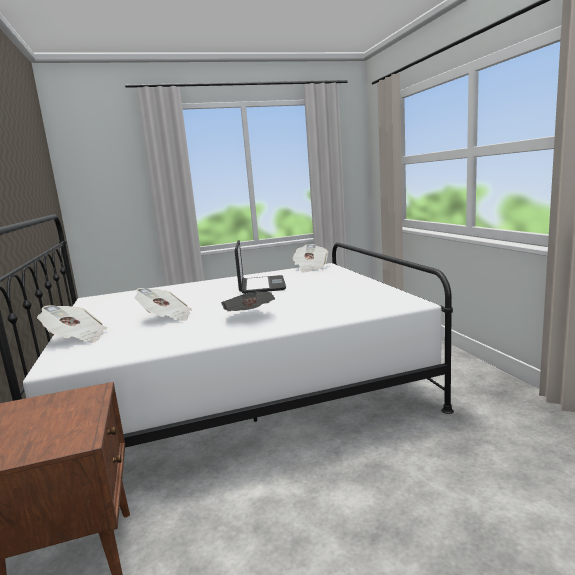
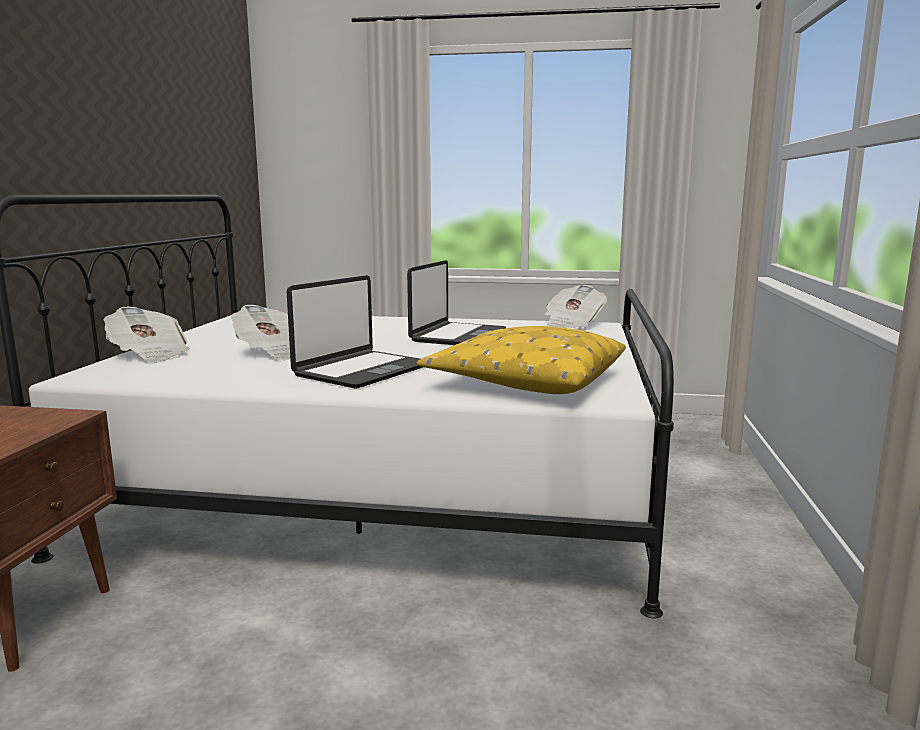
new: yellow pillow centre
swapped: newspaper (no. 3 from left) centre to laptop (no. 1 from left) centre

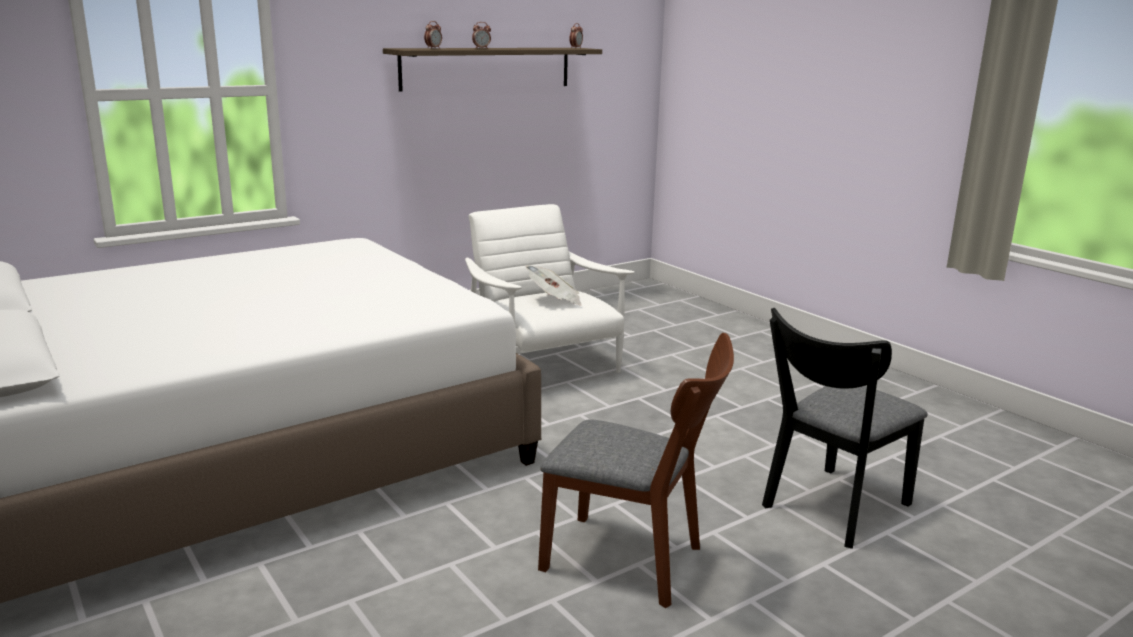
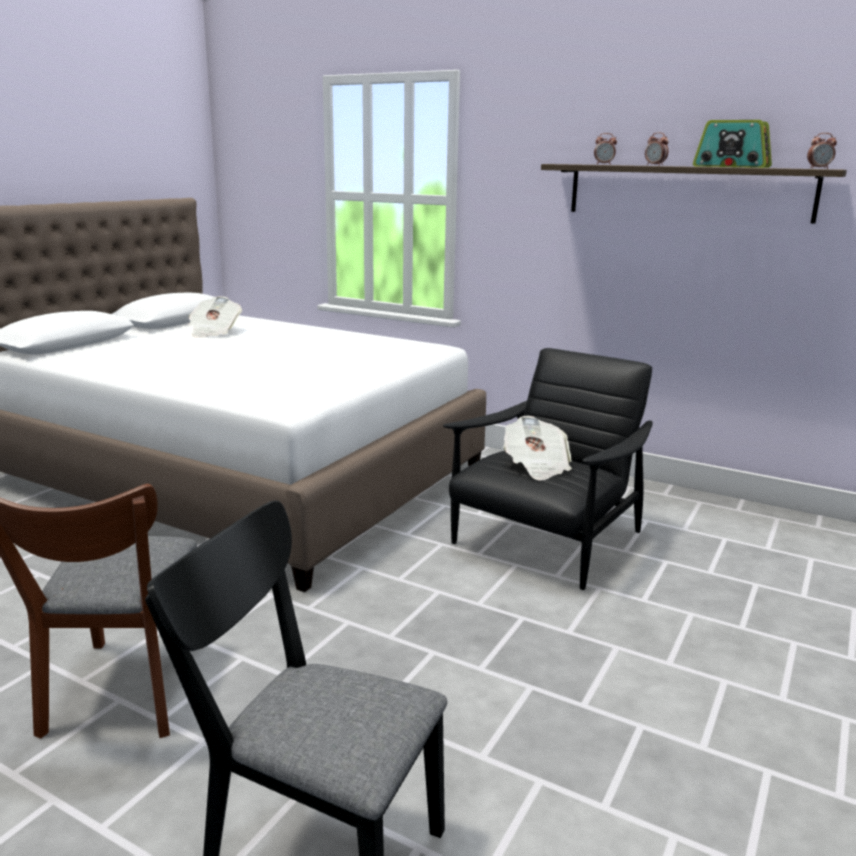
new: newspaper (no. 1 from left) middle left; radio top right
repainted: white armchair centre to black armchair centre

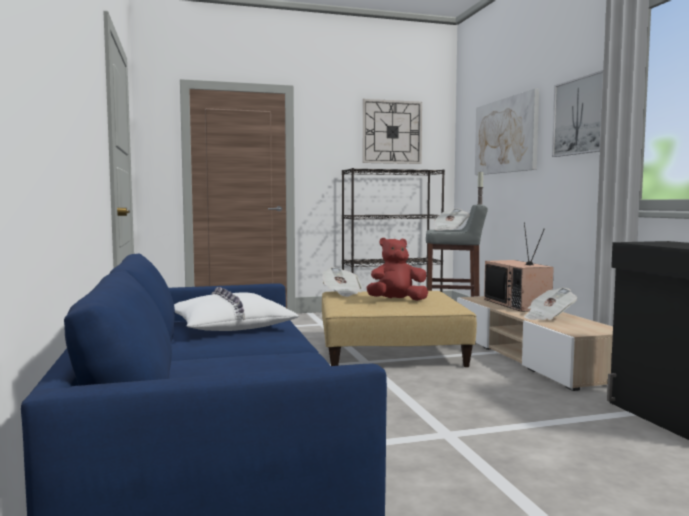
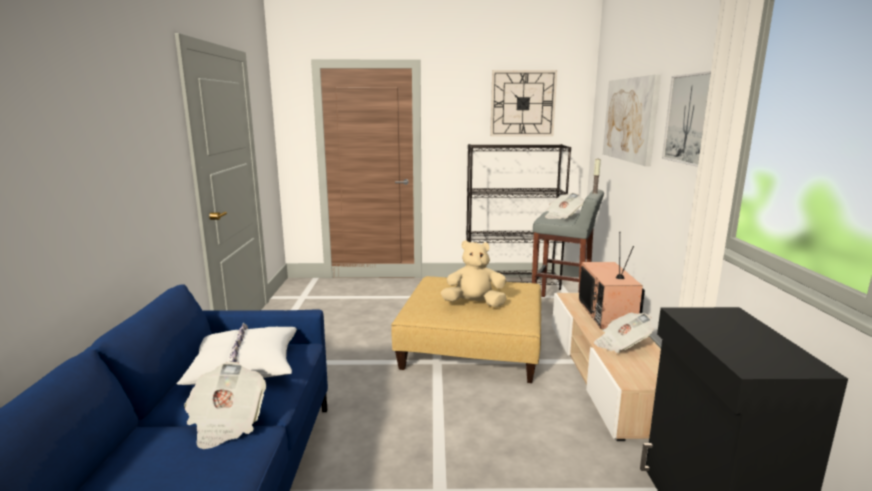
shifted: newspaper (no. 1 from left) centre to bottom left
repainted: red plush toy centre to beige plush toy centre

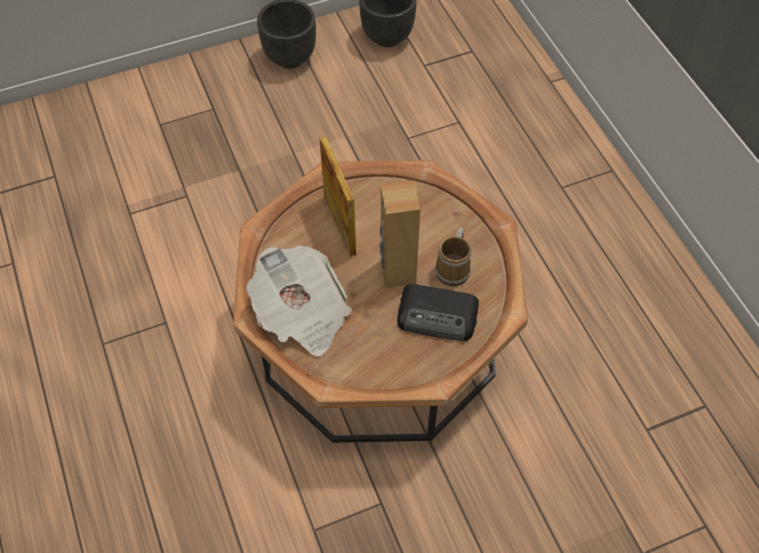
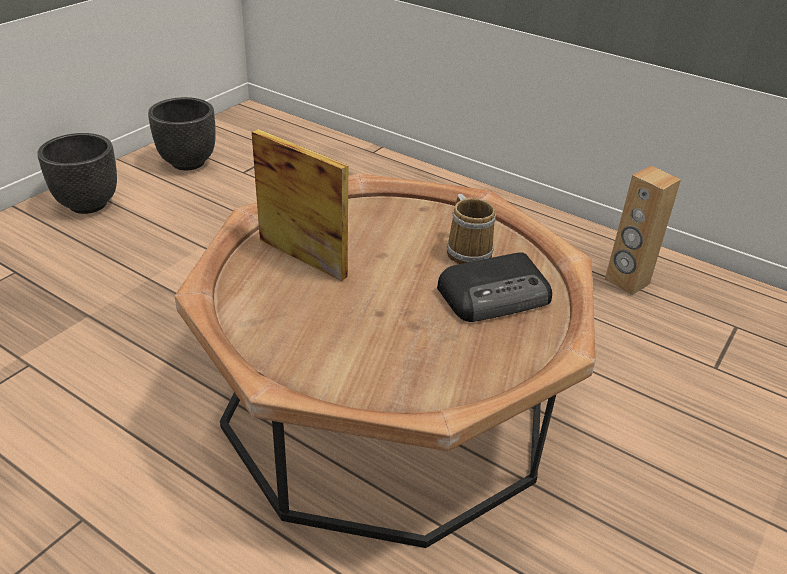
gone: newspaper centre
shifted: brown speaker centre to middle right

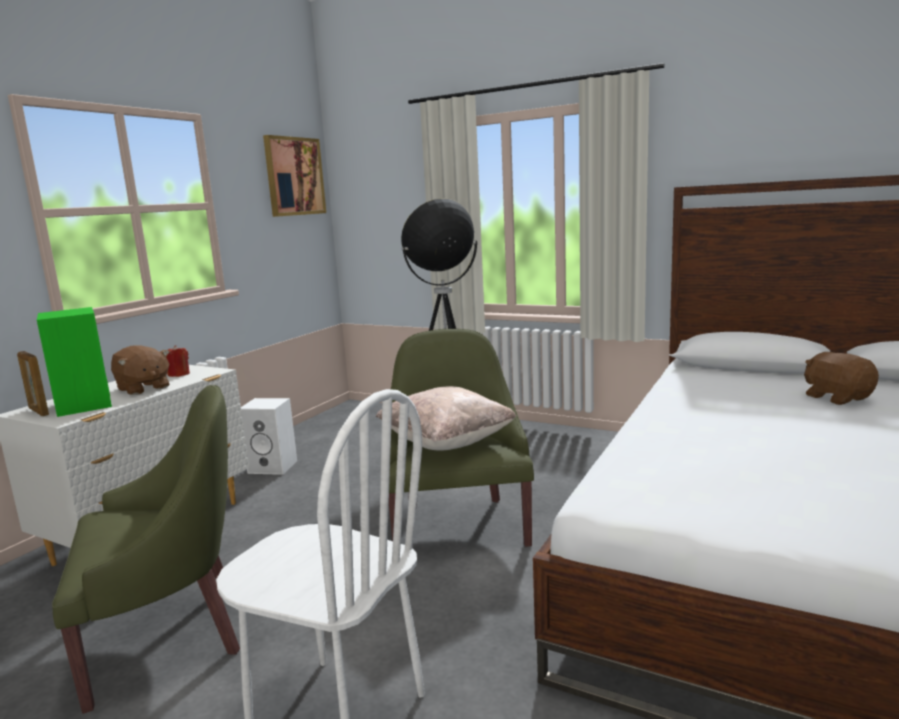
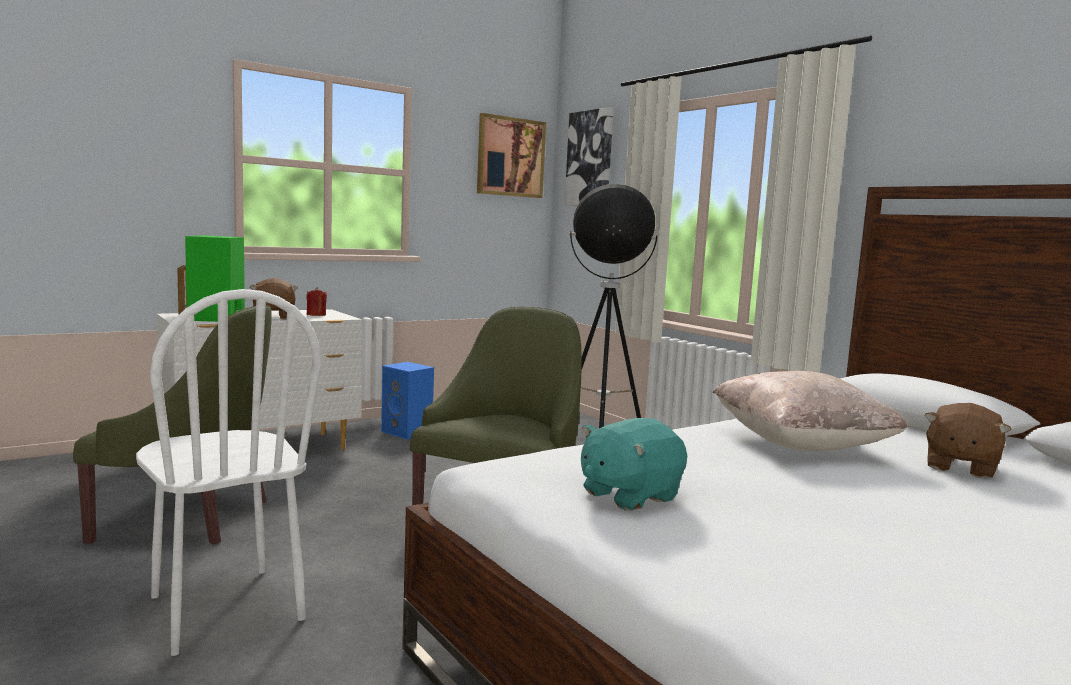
new: picture (no. 2 from left) top centre; turquoise plush toy bottom centre
shifted: beige pillow centre to middle right
repainted: white speaker middle left to blue speaker centre
rotated: brown plush toy (no. 2 from left) middle right = middle right 150 degrees counterclockwise

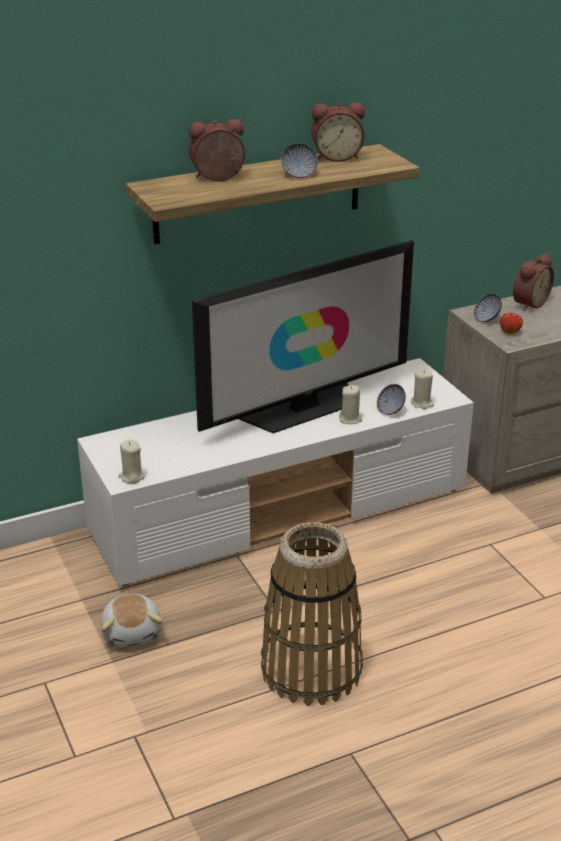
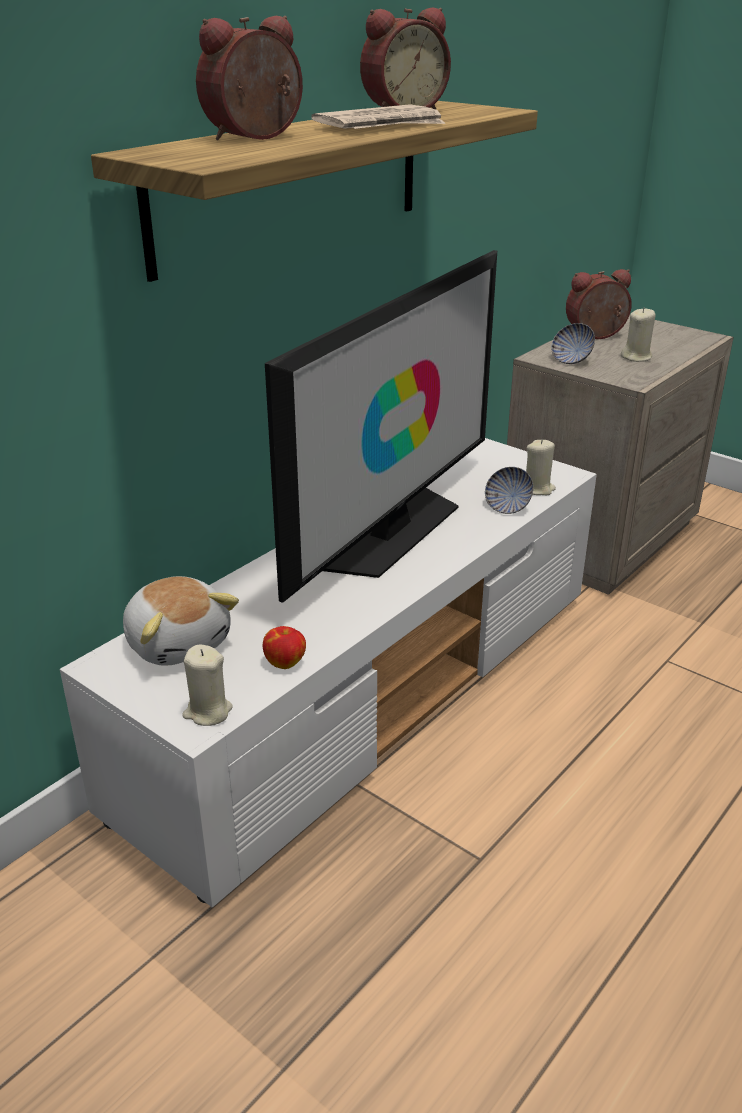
gone: basket bottom centre
shifted: plush toy bottom left to middle left; beige candle (no. 2 from left in the first image) centre to beige candle (no. 3 from left) top right; apple middle right to centre
swapped: bowl (no. 1 from left) top centre to newspaper top centre
rotated: alarm clock (no. 3 from left) middle right = top right 120 degrees counterclockwise

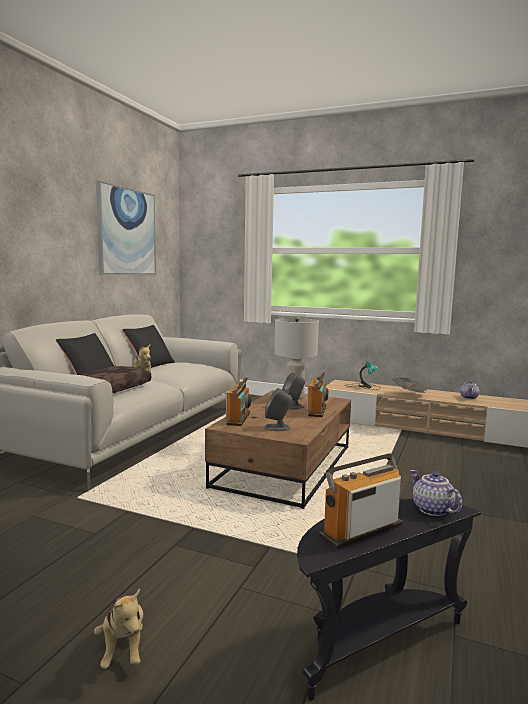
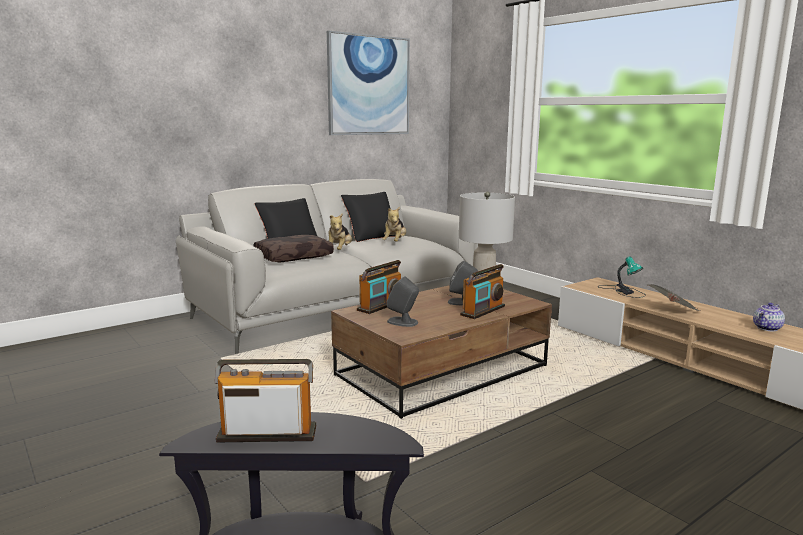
gone: teapot (no. 1 from left) bottom right
shifted: plush toy (no. 1 from left in the first image) bottom left to plush toy (no. 2 from left) centre

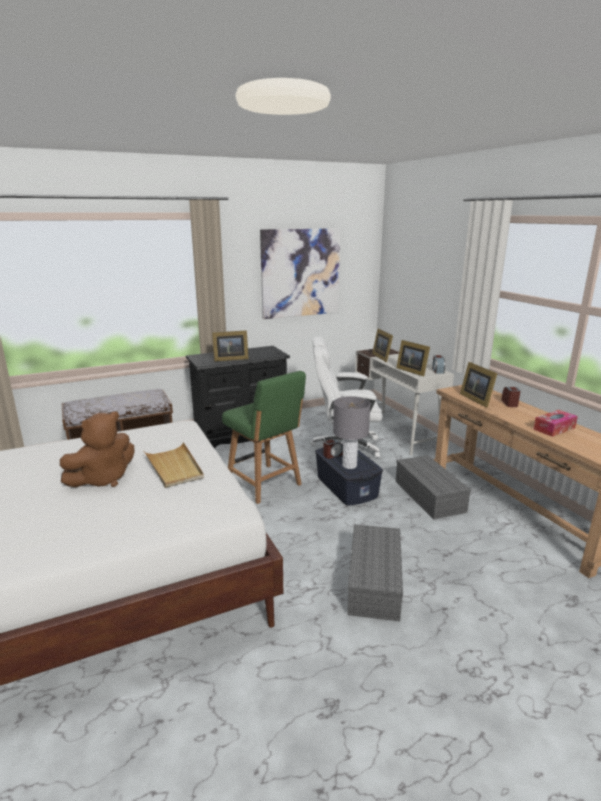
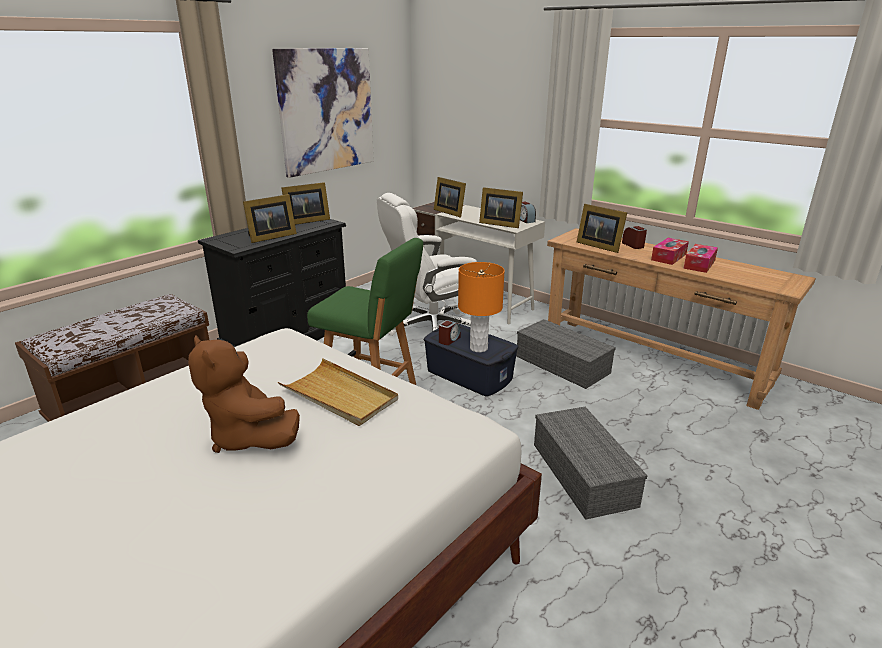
new: picture frame (no. 2 from left) top centre; tissue box (no. 1 from left) middle right
repainted: grey table lamp centre to orange table lamp centre
rotated: brown plush toy middle left = middle left 120 degrees clockwise

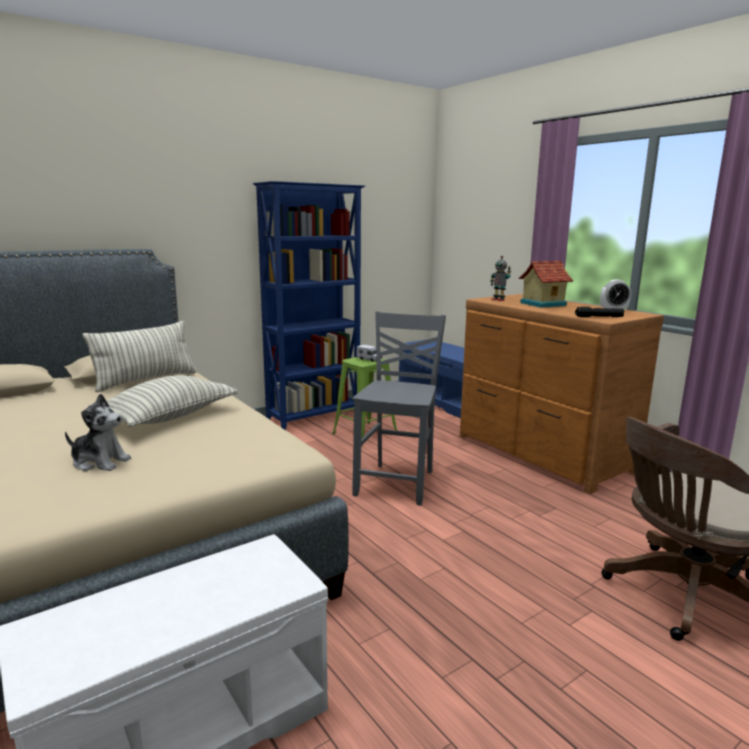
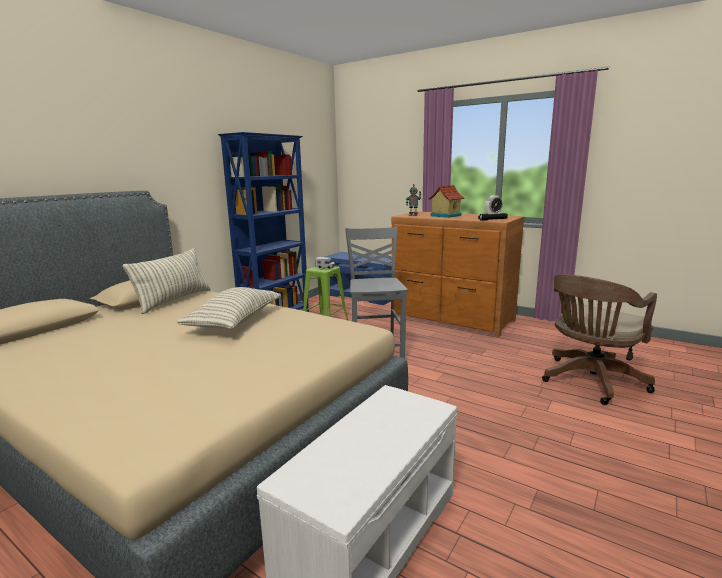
gone: plush toy middle left

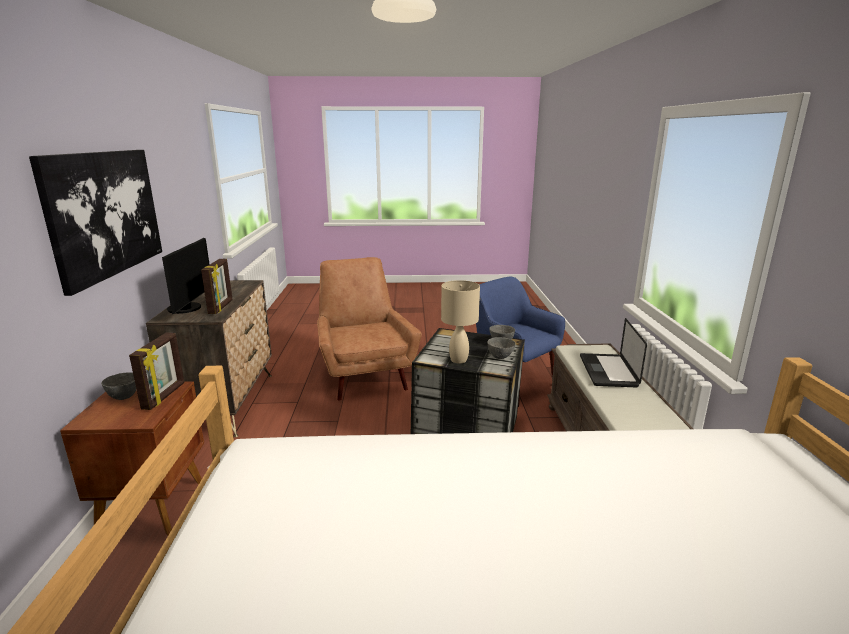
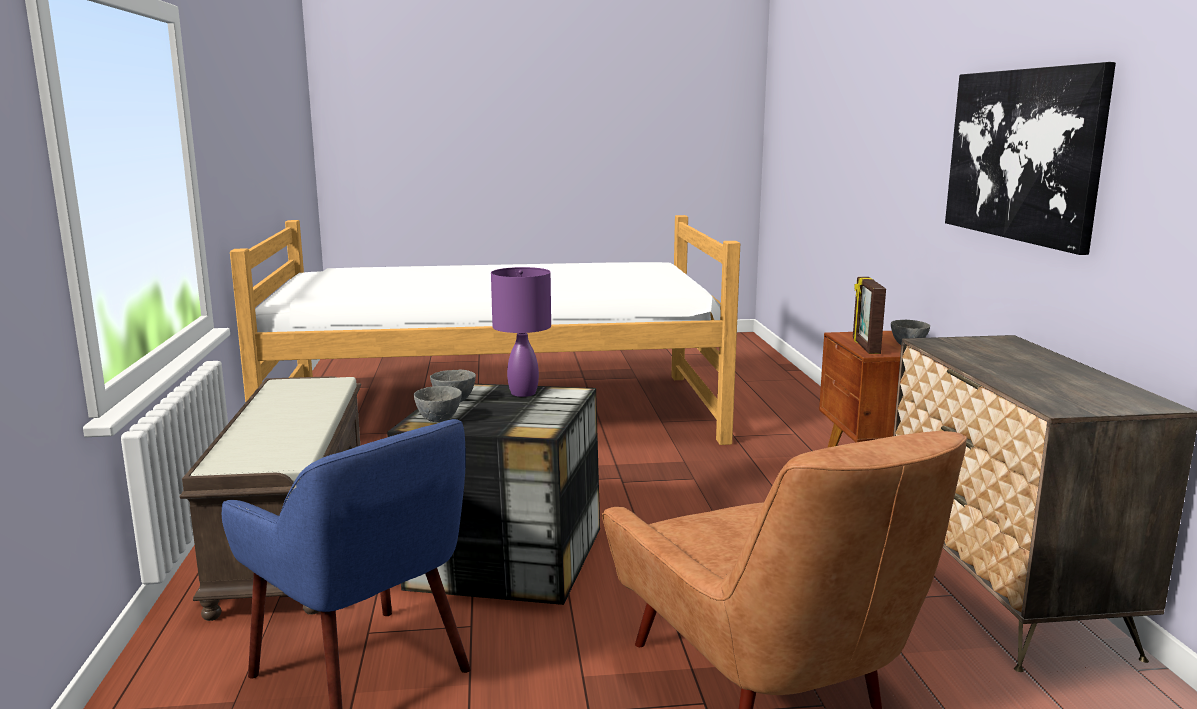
gone: monitor middle left; picture frame (no. 2 from left) middle left; laptop middle right
repainted: beige table lamp centre to purple table lamp centre

